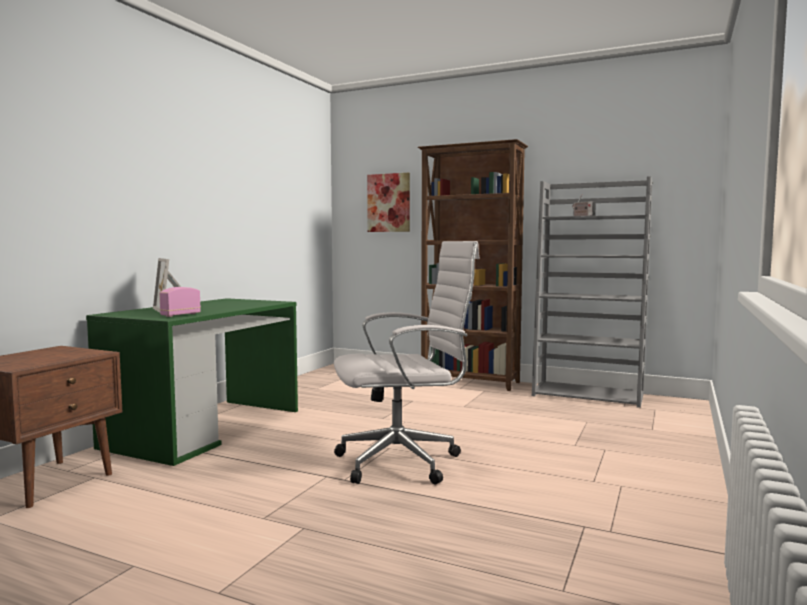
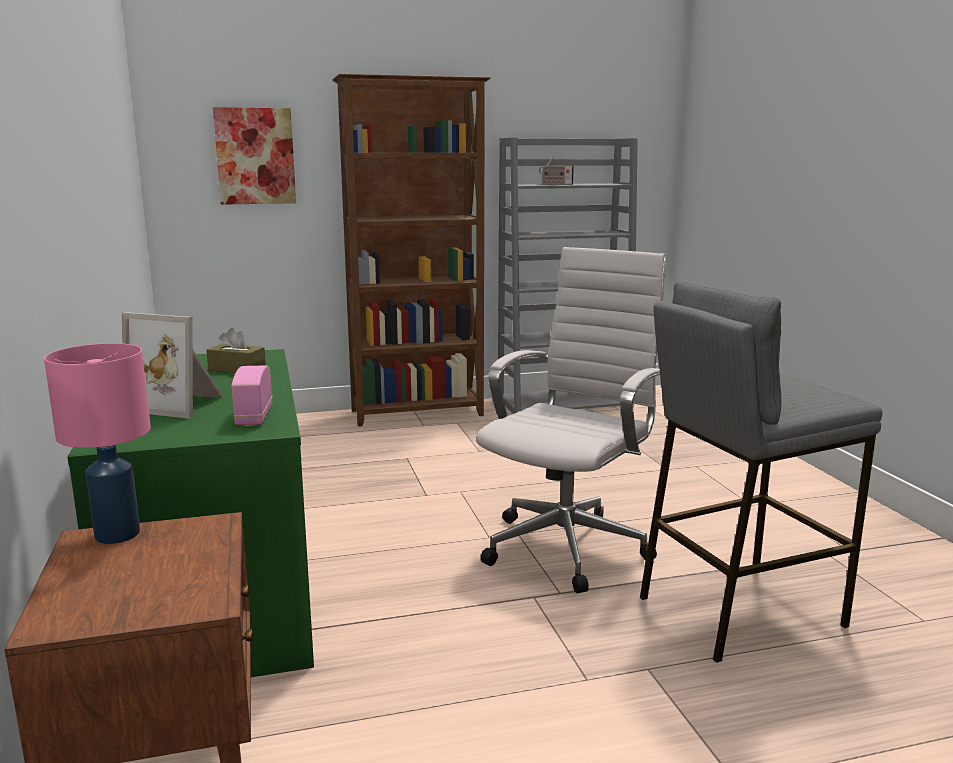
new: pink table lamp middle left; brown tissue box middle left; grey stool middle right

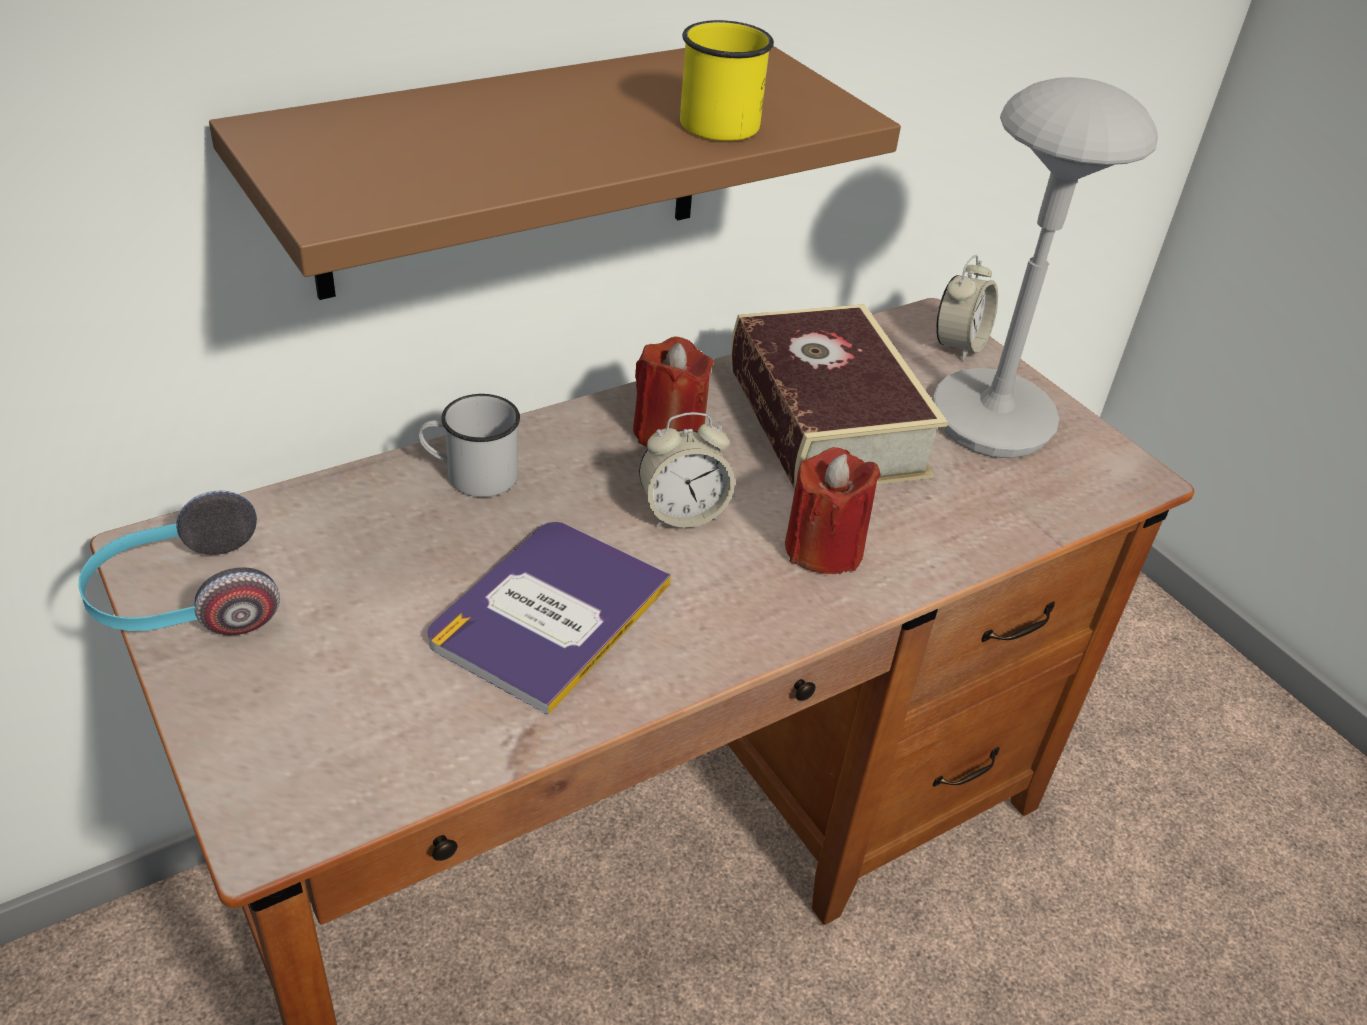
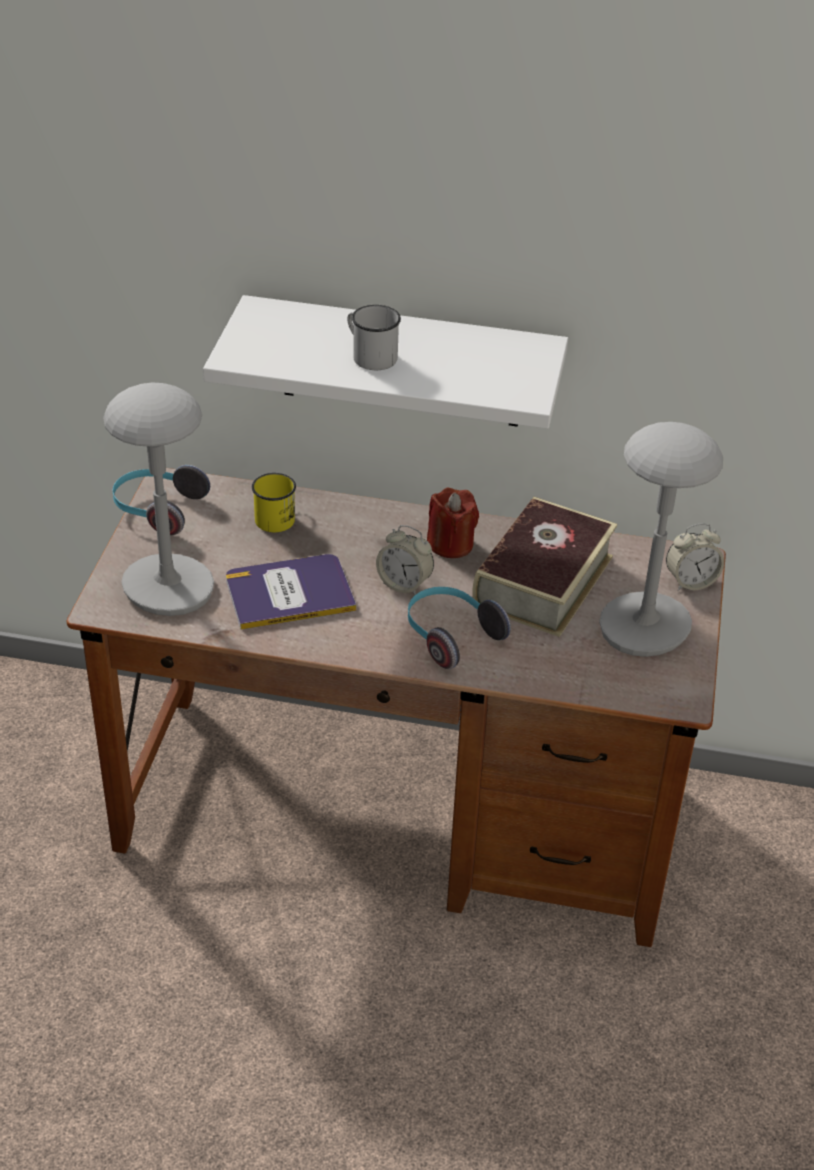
new: grey table lamp (no. 1 from left) middle left
shifted: white mug centre to top centre; yellow mug top centre to centre
swapped: red candle (no. 2 from left) centre to headphones (no. 2 from left) centre
repainted: brown shelf top centre to white shelf top centre

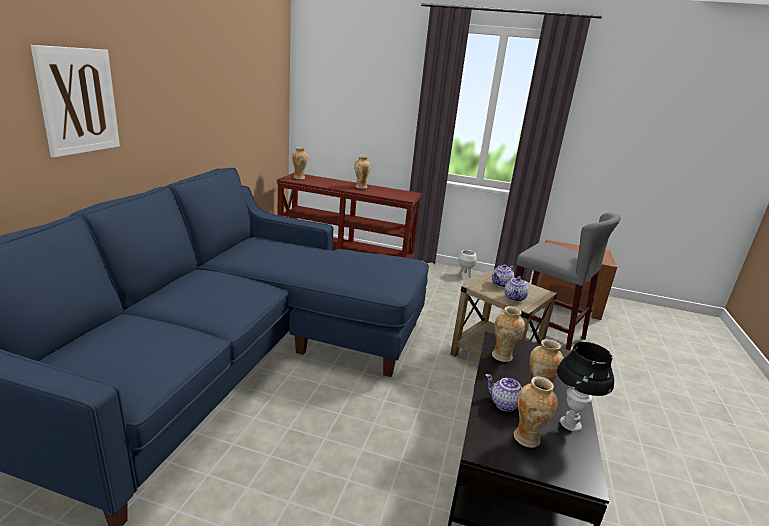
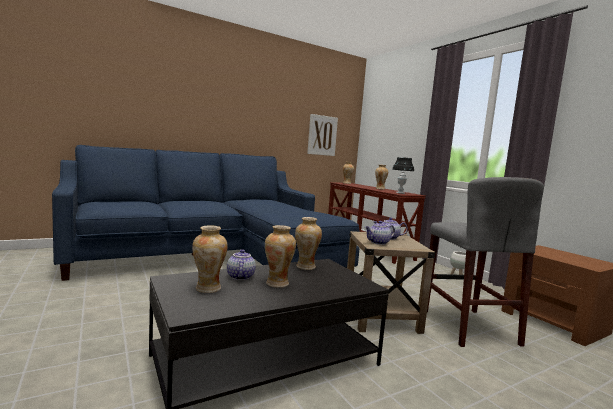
shifted: picture top left to top centre; black table lamp bottom right to centre

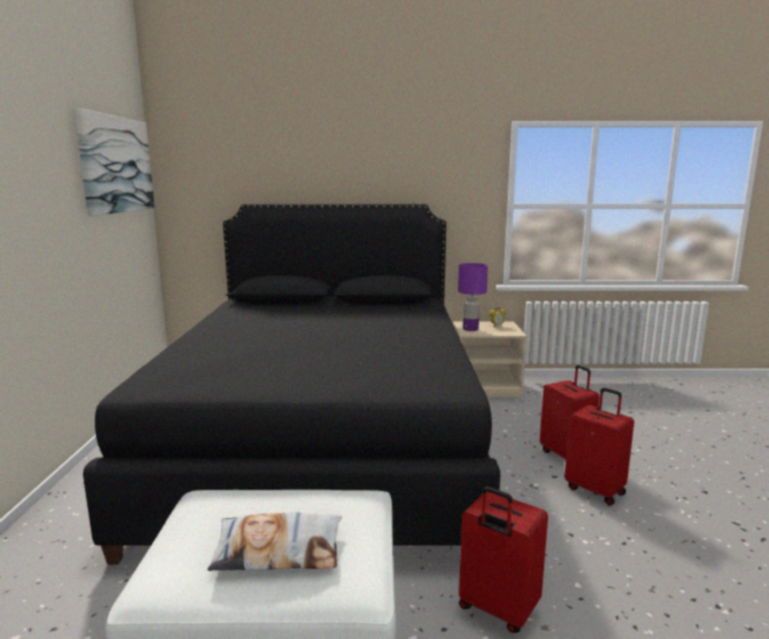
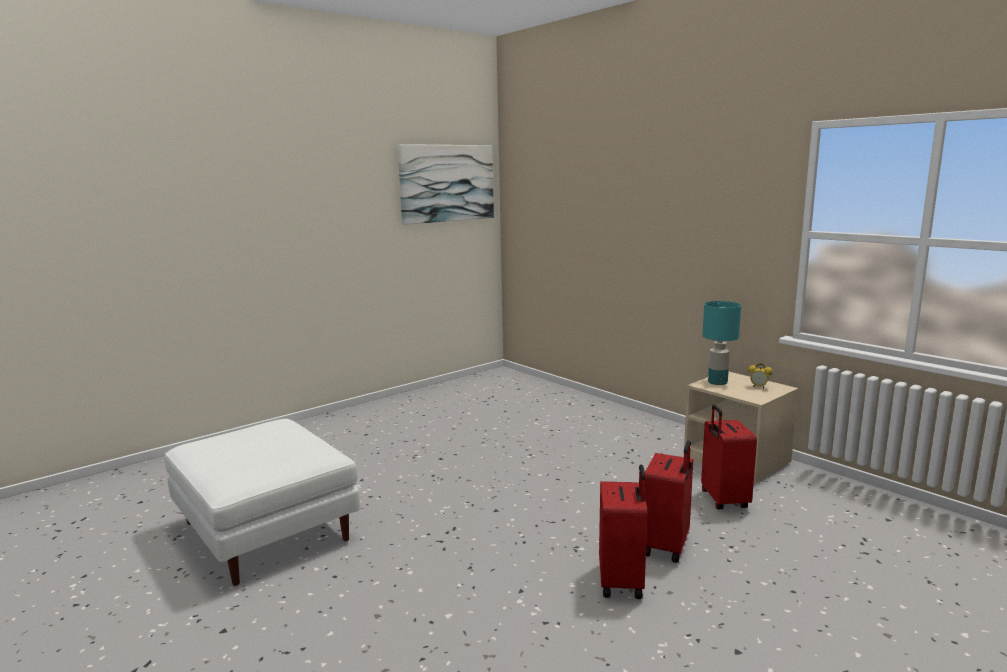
gone: black bed centre; pillow bottom centre
shifted: red suitcase (no. 1 from left in the first image) bottom centre to red suitcase (no. 3 from left) bottom right
repainted: purple table lamp centre to turquoise table lamp middle right

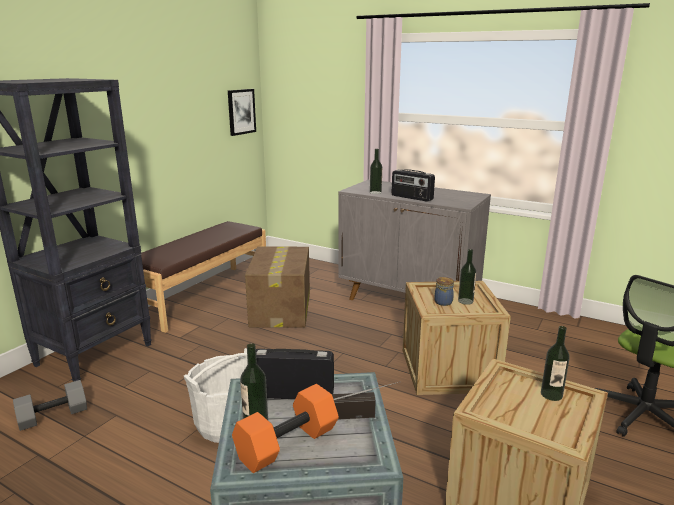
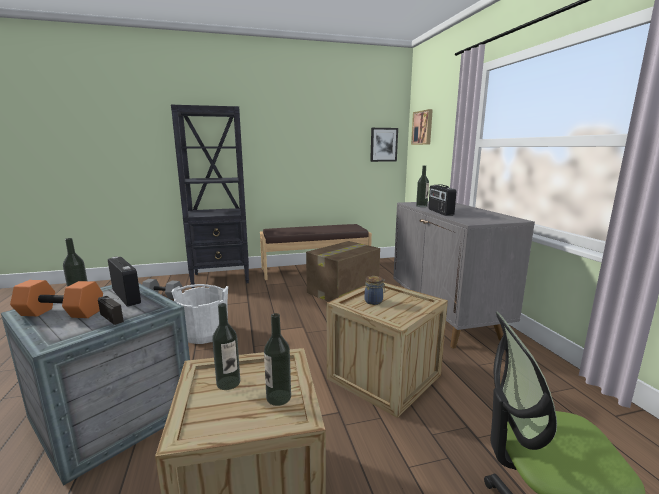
new: picture (no. 2 from left) top centre
shifted: bottle (no. 3 from left in the first image) middle right to bottle (no. 2 from left) bottom centre

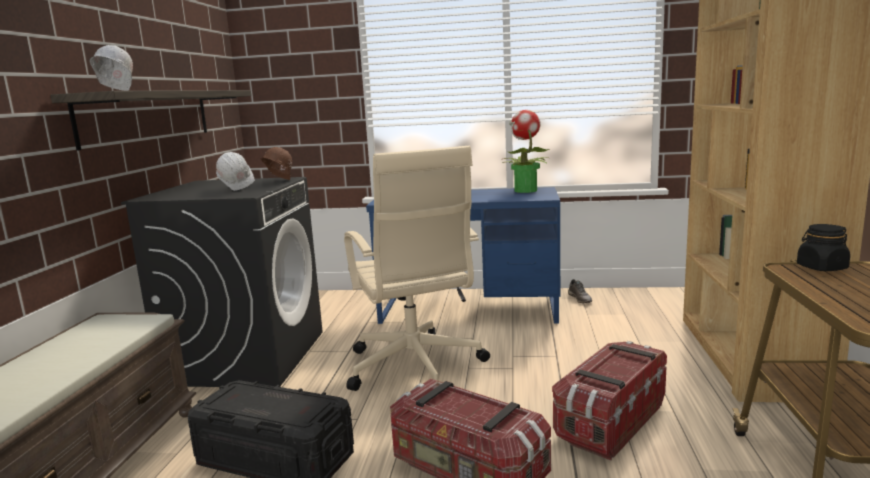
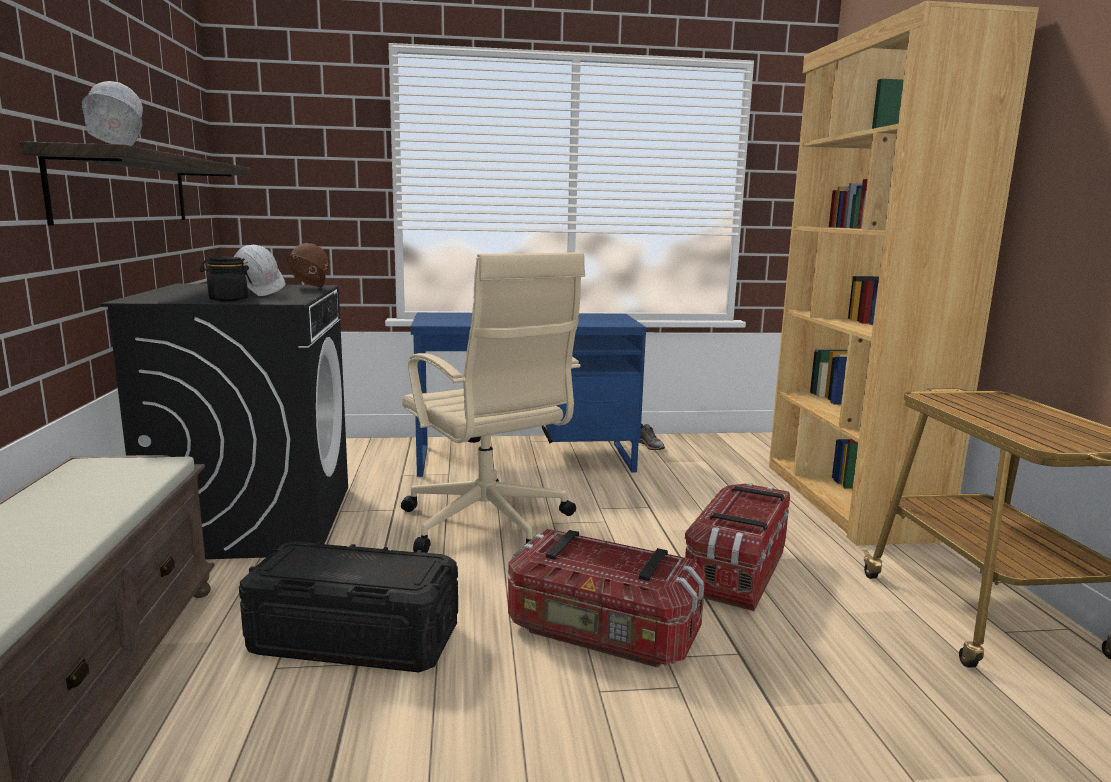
gone: potted plant top centre
shifted: black jar middle right to middle left

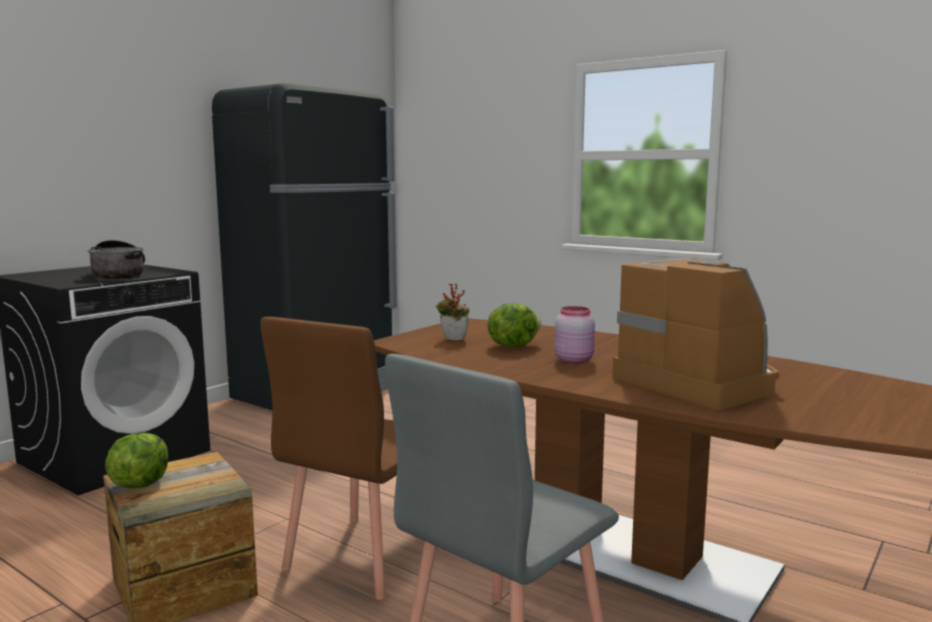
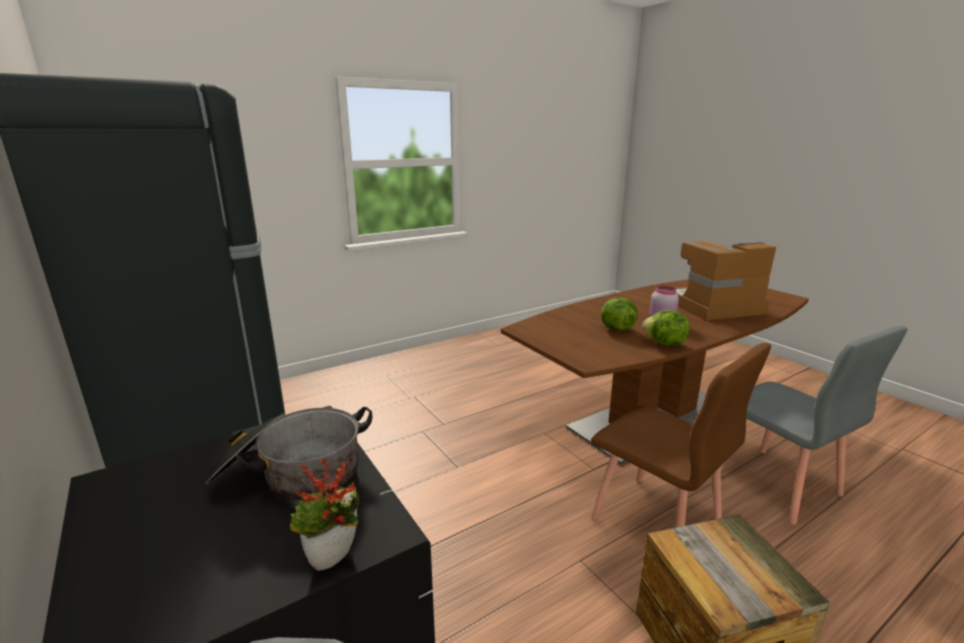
shifted: lettuce (no. 1 from left in the first image) bottom left to lettuce (no. 2 from left) middle right; potted plant centre to bottom centre

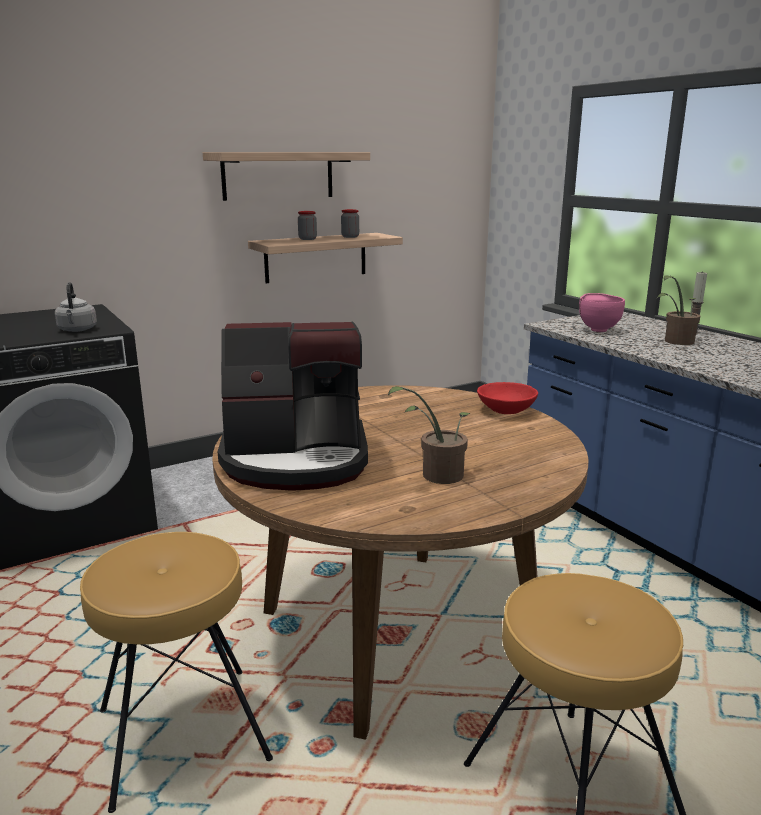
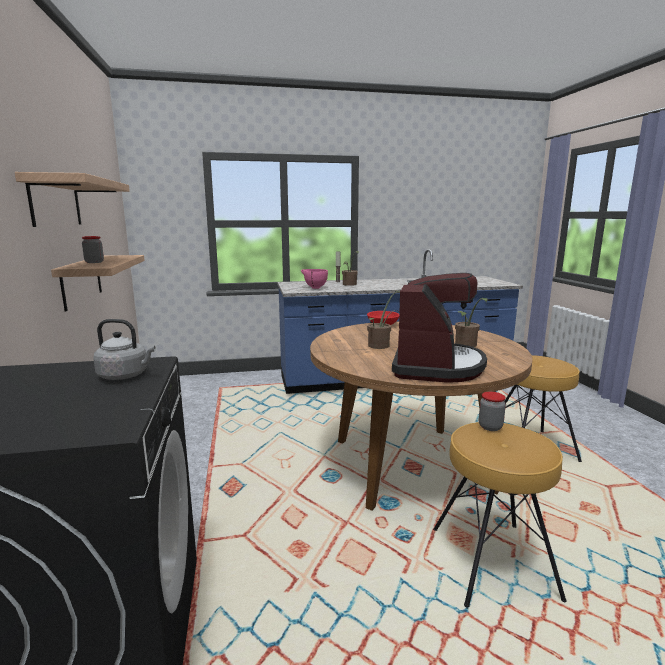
new: potted plant (no. 2 from left) centre
shifted: jar (no. 2 from left) top centre to middle right

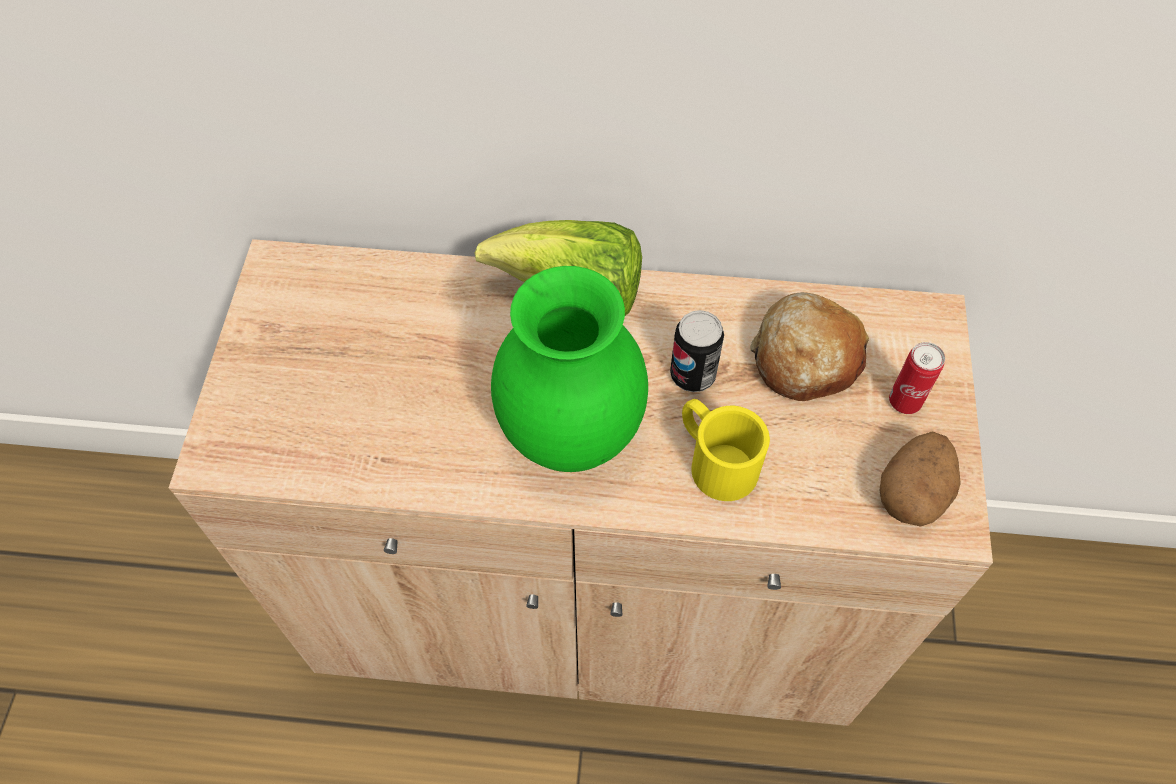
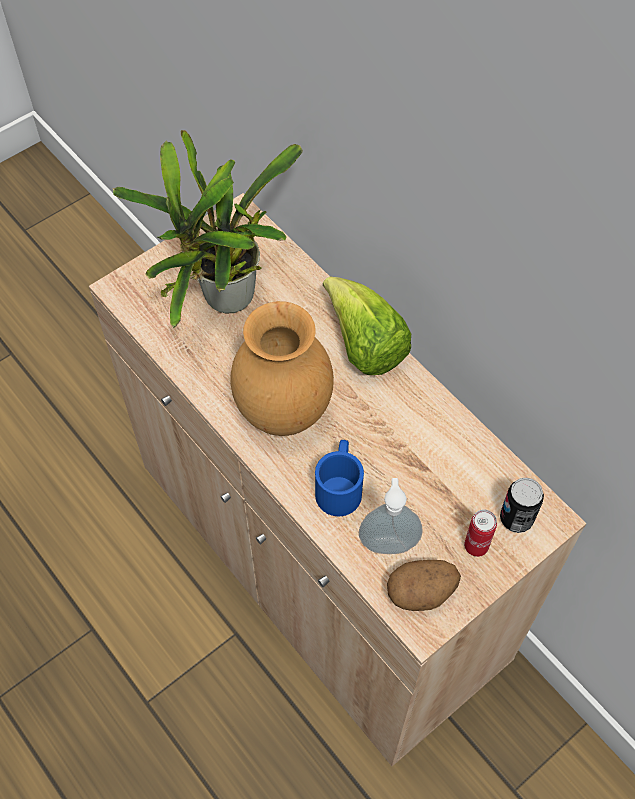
gone: bread middle right
new: potted plant top left; soap dispenser centre
shifted: can (no. 1 from left in the first image) centre to can (no. 2 from left) middle right
repainted: green vase centre to brown vase centre; yellow mug centre to blue mug centre

